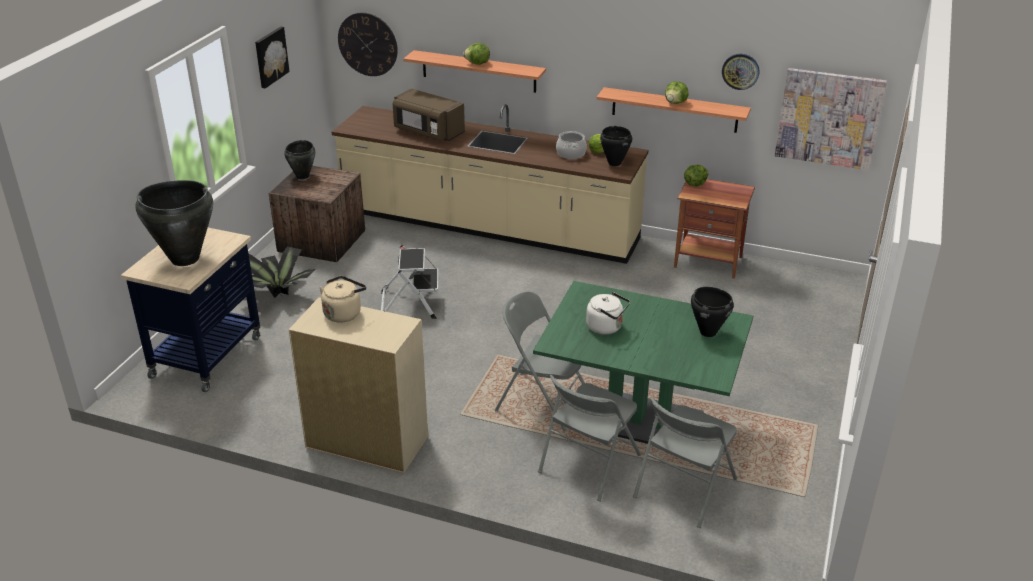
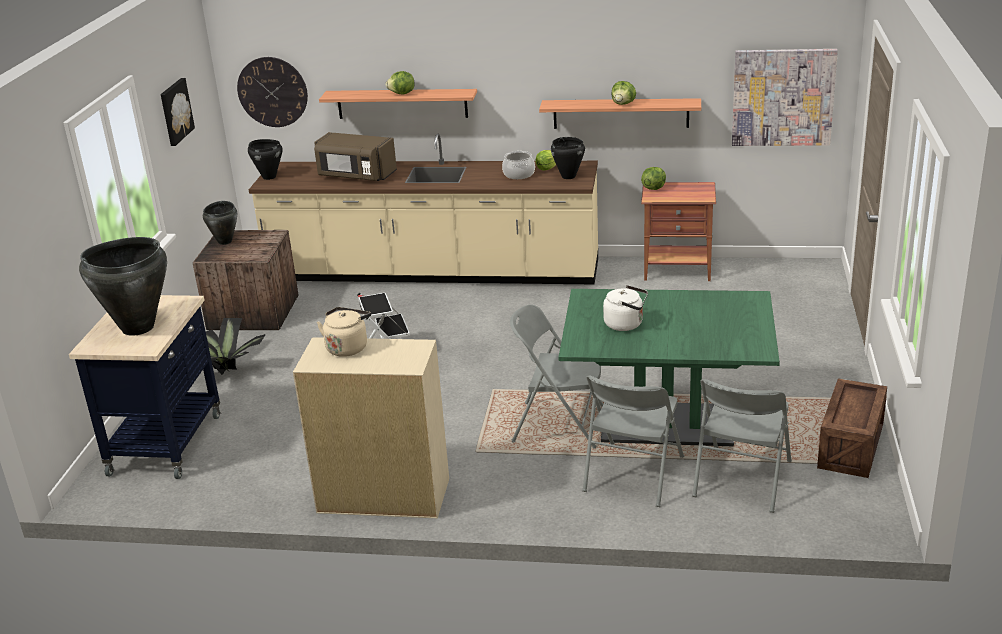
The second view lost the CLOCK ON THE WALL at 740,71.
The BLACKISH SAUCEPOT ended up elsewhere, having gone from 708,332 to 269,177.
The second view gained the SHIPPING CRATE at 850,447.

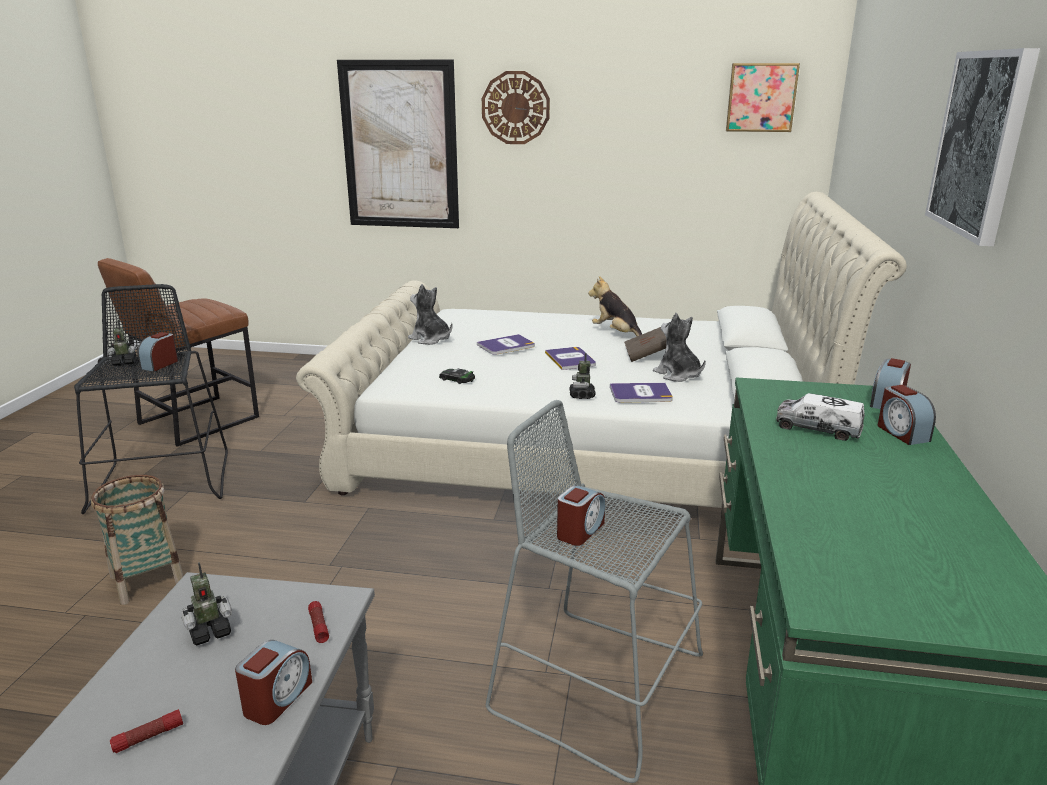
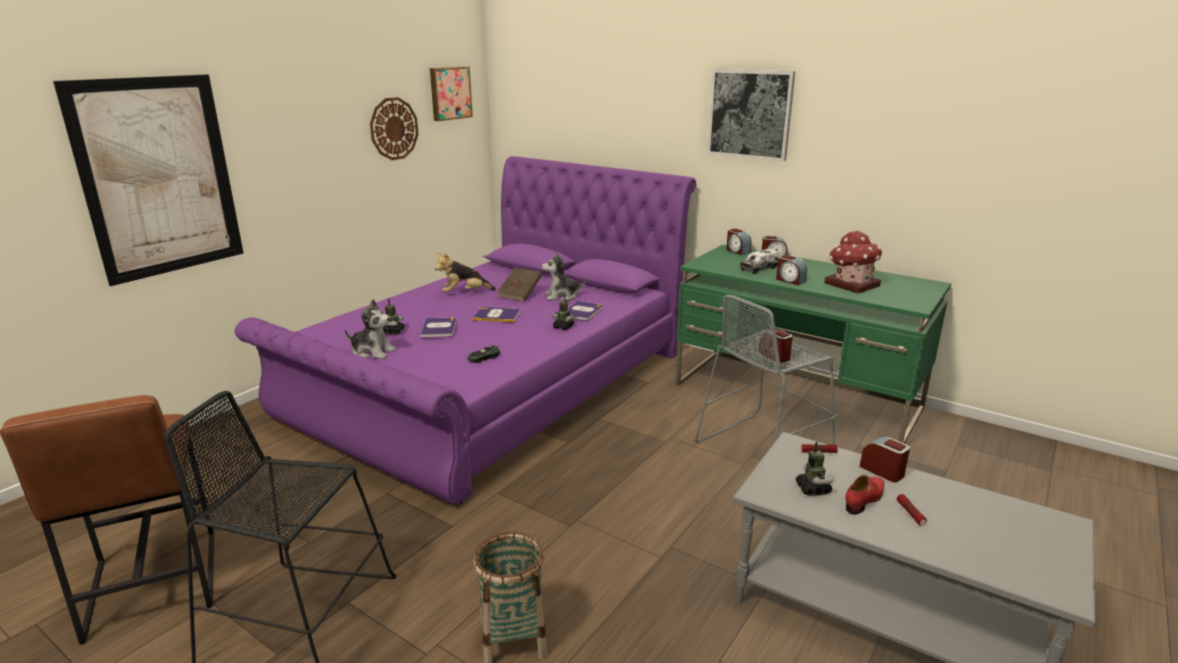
The CLOCK ON THE WALL ended up elsewhere, having gone from 515,108 to 394,128.
What was the BEIGE BEDROOM BED at 583,442 turned into the PURPLE BEDROOM BED at 493,382.
The CUDDLY TOY at 430,339 ended up facing another way, 135 degrees counterclockwise from before.
The ROBOT FIGURE ended up elsewhere, having gone from 125,363 to 393,331.
The ALARM CLOCK ended up elsewhere, having gone from 160,364 to 790,280.
The second view gained the TOY HOUSE at 850,284.
The second view gained the RED-COLOURED LOW SHOE at 865,499.

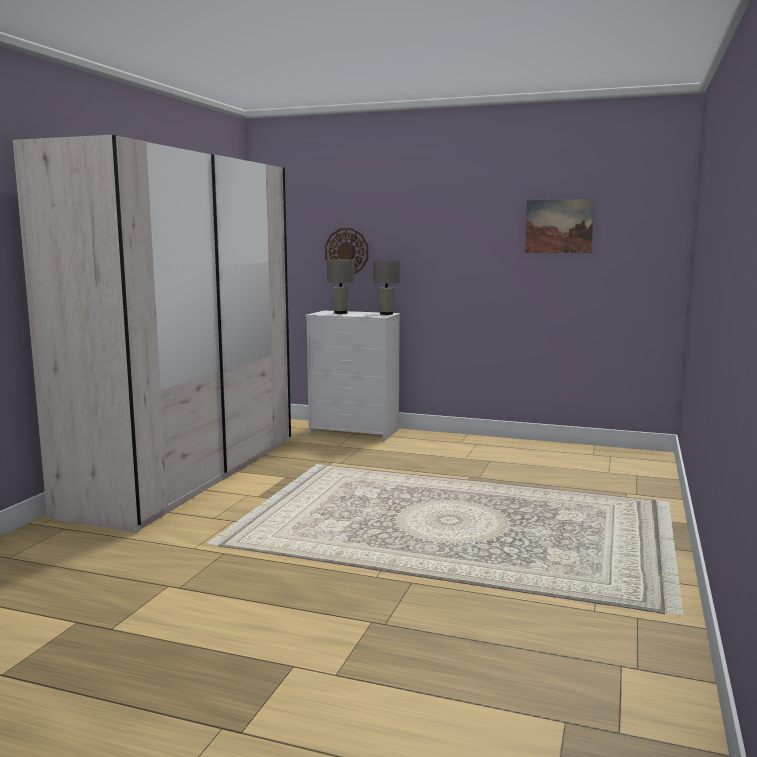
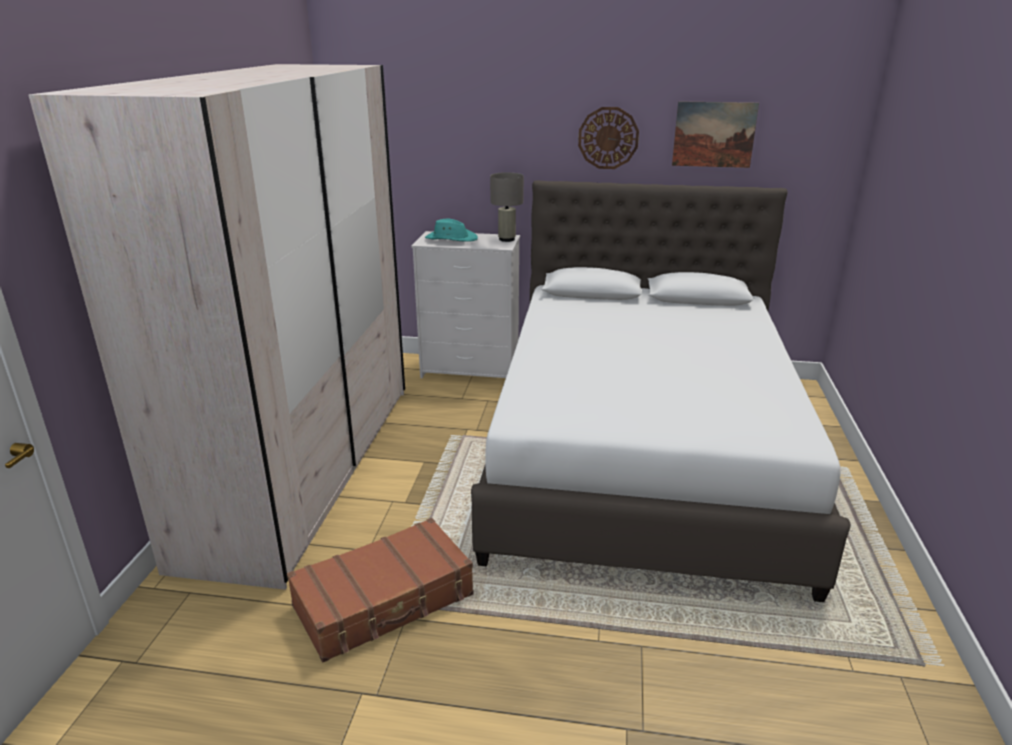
The CLOCK ON THE WALL ended up elsewhere, having gone from 346,251 to 608,138.
Where the GREYISH TABLETOP LAMP stood at 340,313, the BLUE-GREEN WEARABLE HAT came to stand at 451,239.
The second view gained the WHITE BEDROOM BED at 642,453.
The second view gained the BROWN PIECE OF LUGGAGE at 385,601.

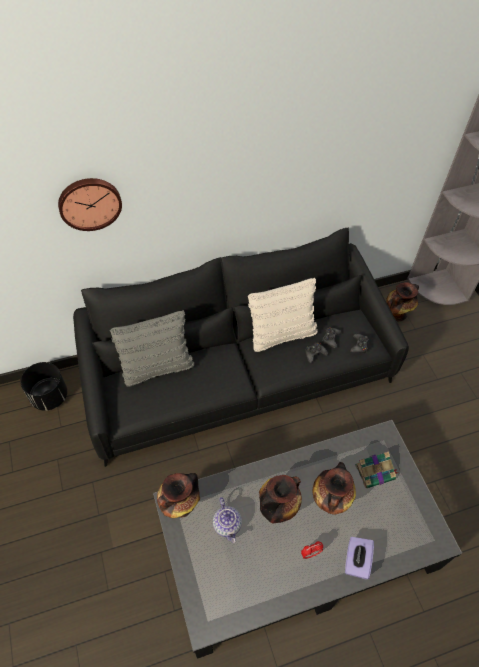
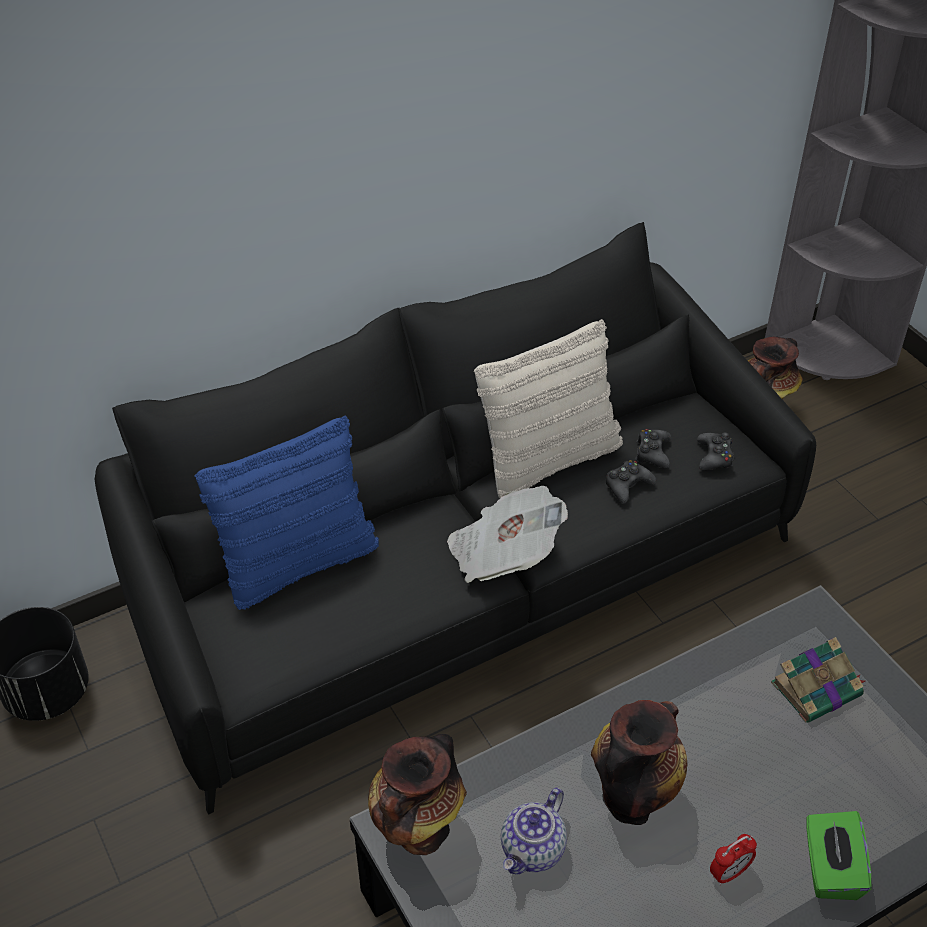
The second view lost the CLOCK ON THE WALL at 89,203.
What was the GREYISH PILLOW at 157,367 turned into the BLUE-COLOURED PILLOW at 298,564.
The second view lost the VASE at 329,501.
The TEAPOT at 227,525 ended up facing another way, 60 degrees clockwise from before.
What was the PURPLE BOX OF TISSUES at 356,561 turned into the GREENISH BOX OF TISSUES at 830,869.
The second view gained the PRINTED PAPER at 503,554.

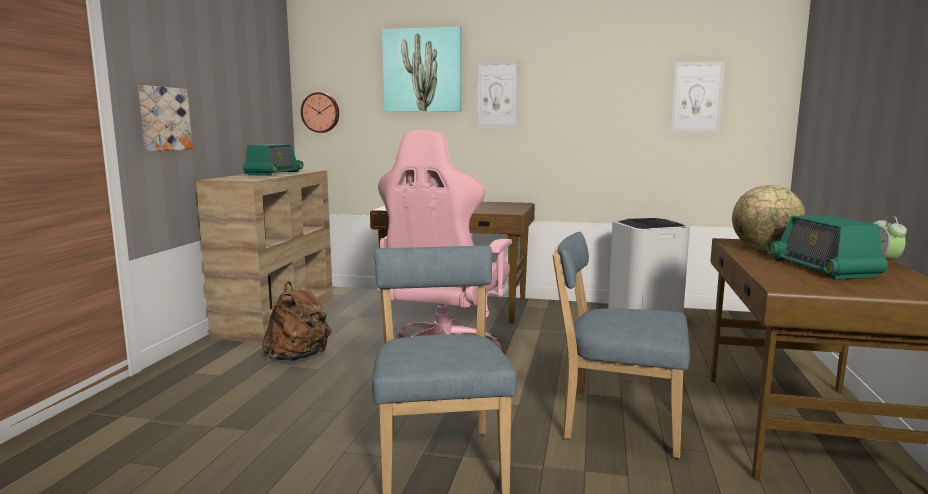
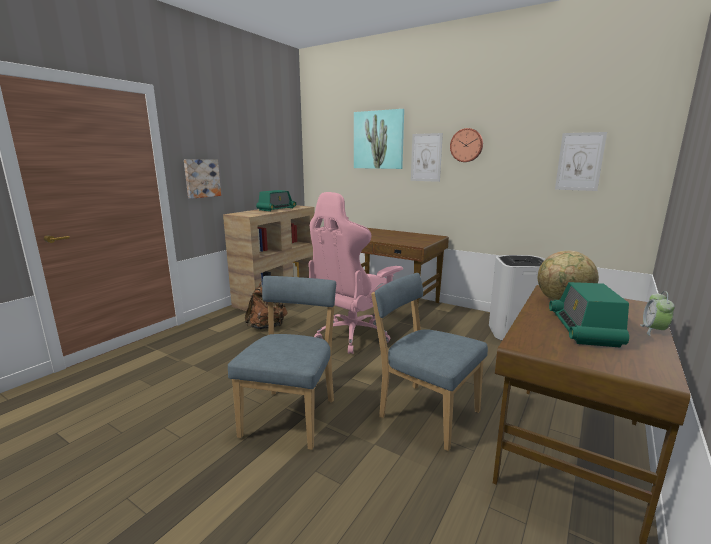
The CLOCK ON THE WALL ended up elsewhere, having gone from 321,112 to 466,145.

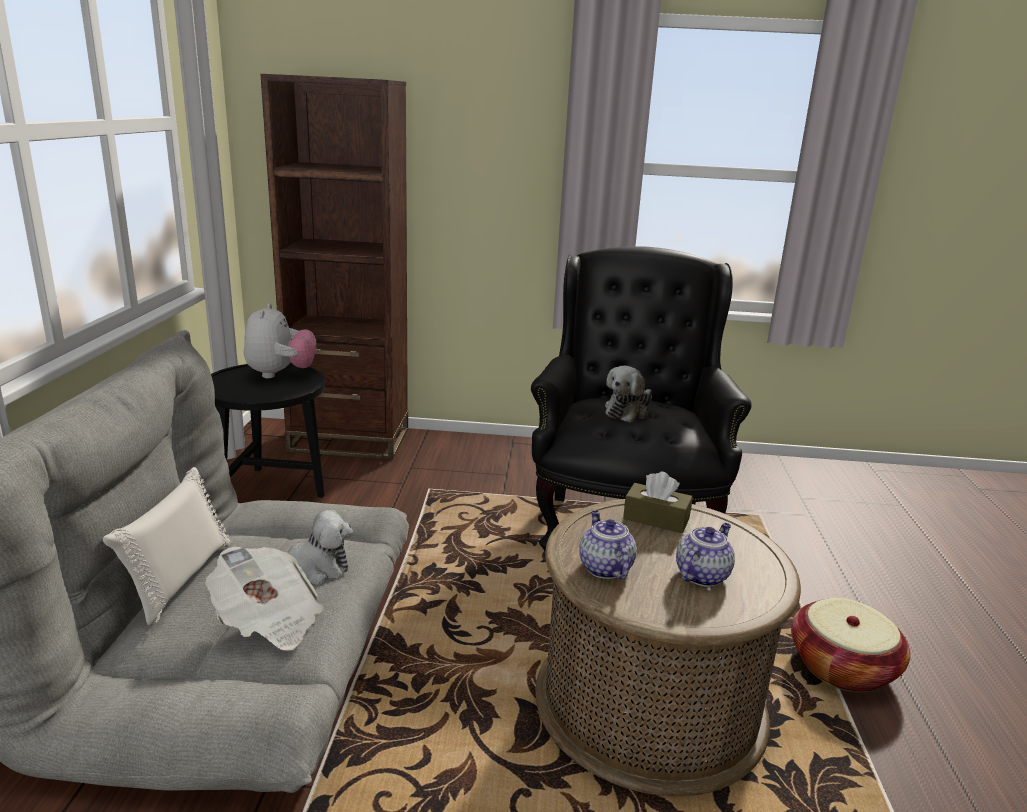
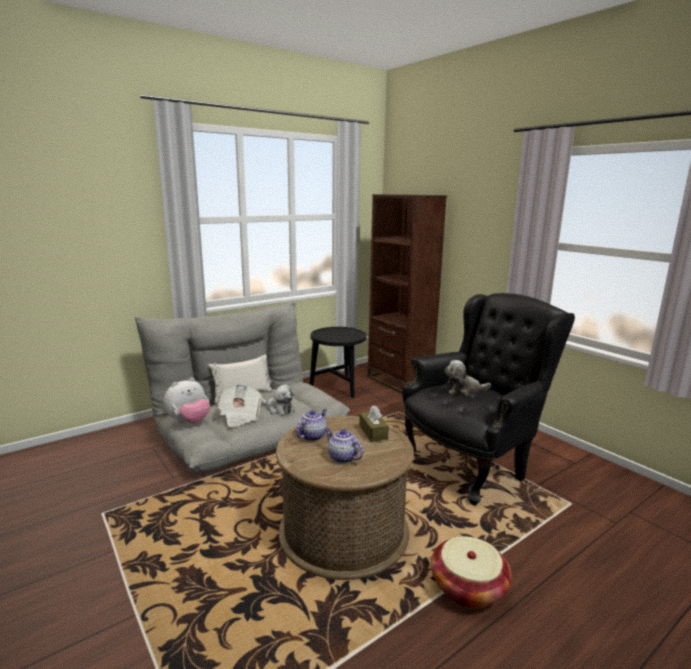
The CUDDLY TOY ended up elsewhere, having gone from 280,374 to 189,422.
The TEAPOT at 702,575 ended up facing another way, 135 degrees counterclockwise from before.

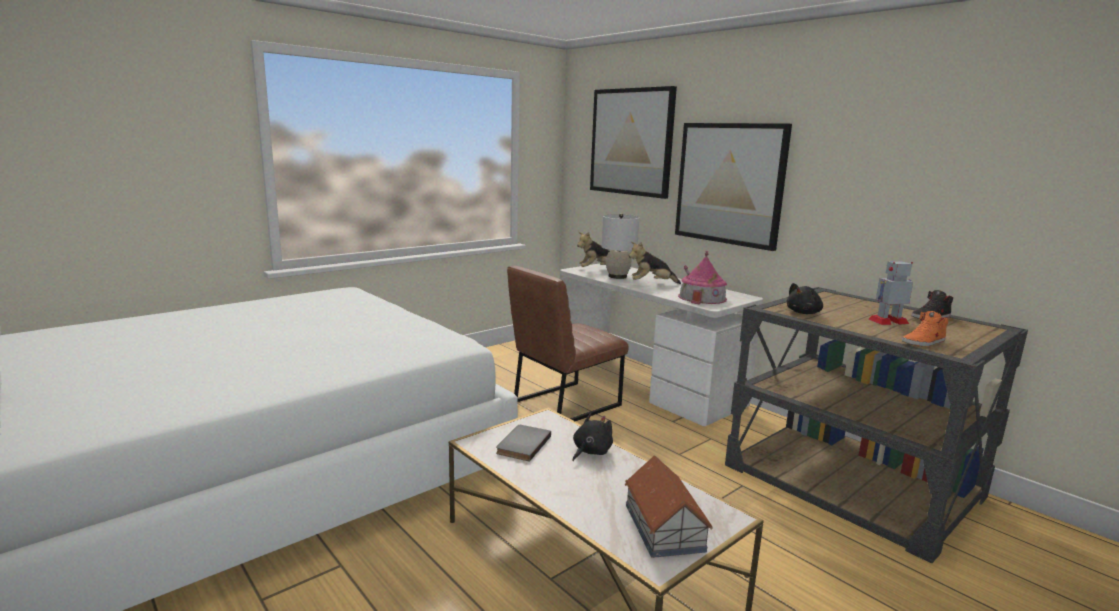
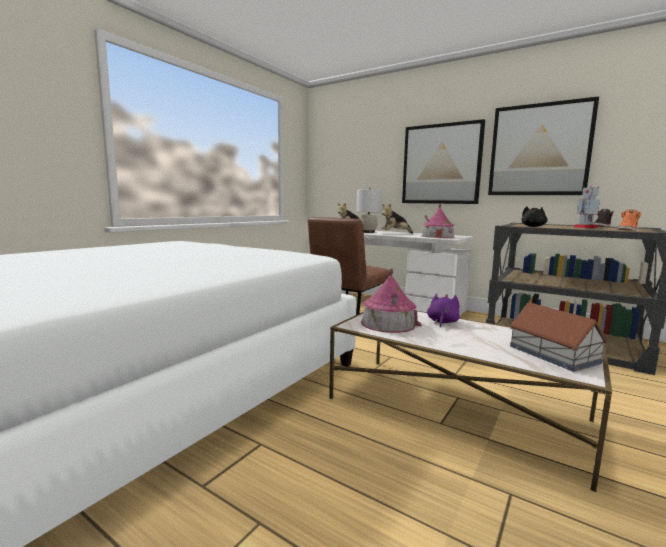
The WALL ART ended up elsewhere, having gone from 631,142 to 539,150.
What was the BLACKISH CUDDLY TOY at 590,452 turned into the PURPLE CUDDLY TOY at 442,322.
Where the GREYISH VOLUME stood at 522,444, the TOY HOUSE came to stand at 388,323.

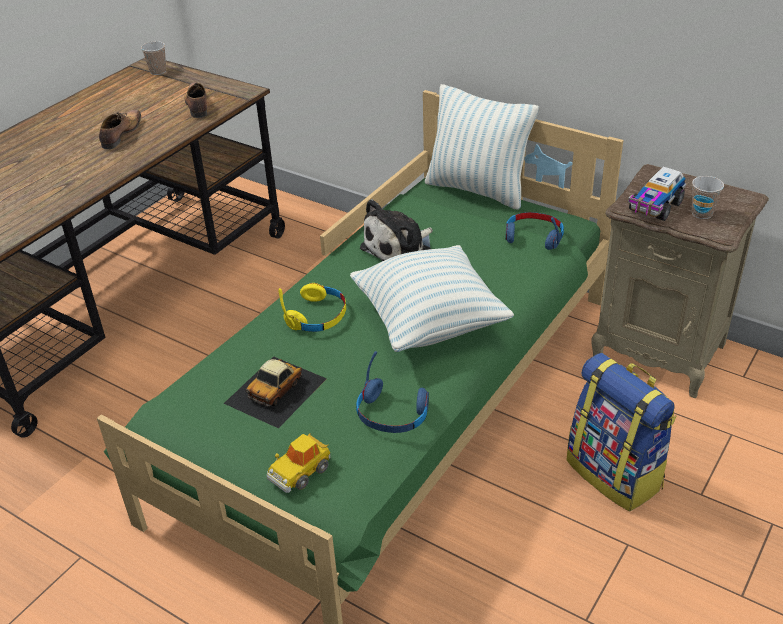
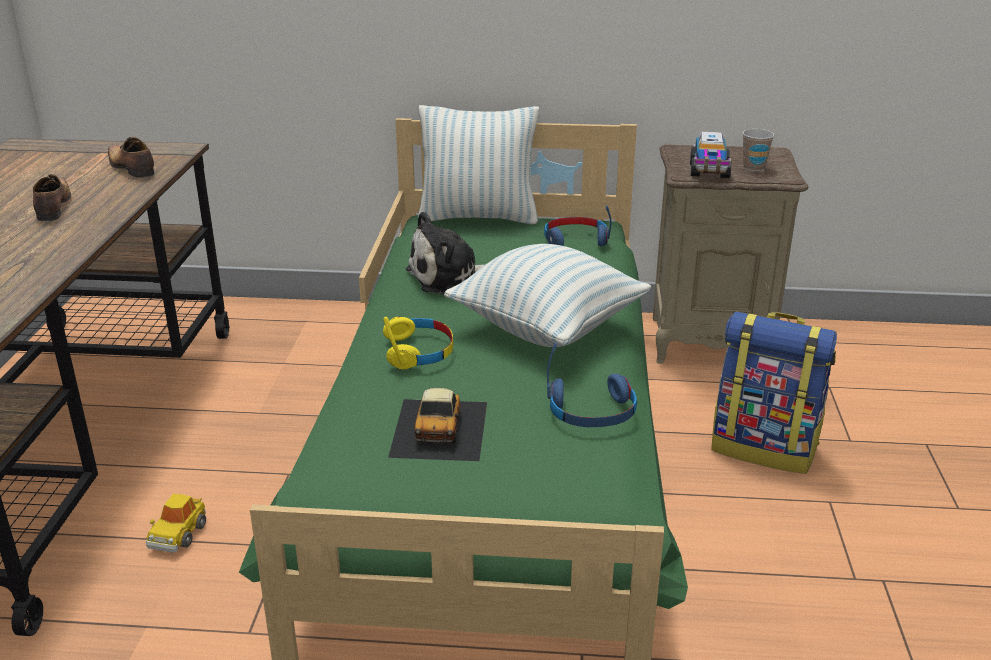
The second view lost the DRINKING CUP at 158,71.
The CUDDLY TOY at 400,249 ended up facing another way, 45 degrees clockwise from before.
The MODEL CAR ended up elsewhere, having gone from 300,471 to 178,534.

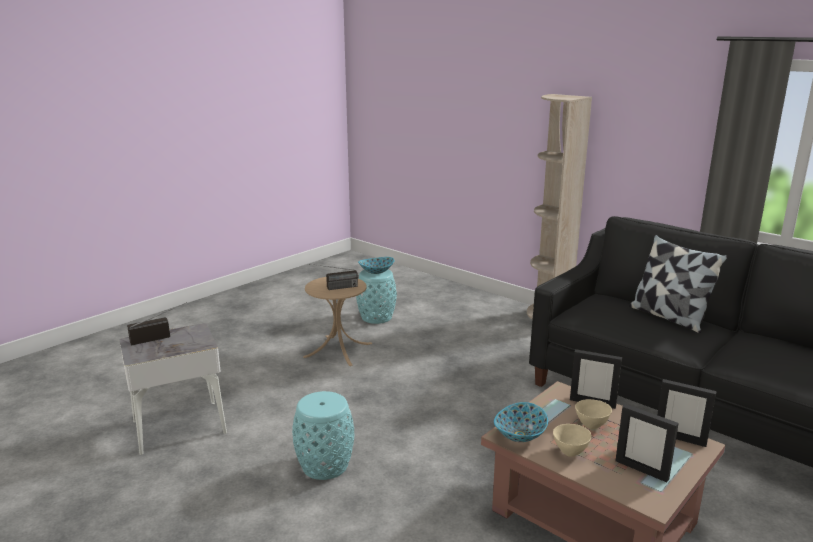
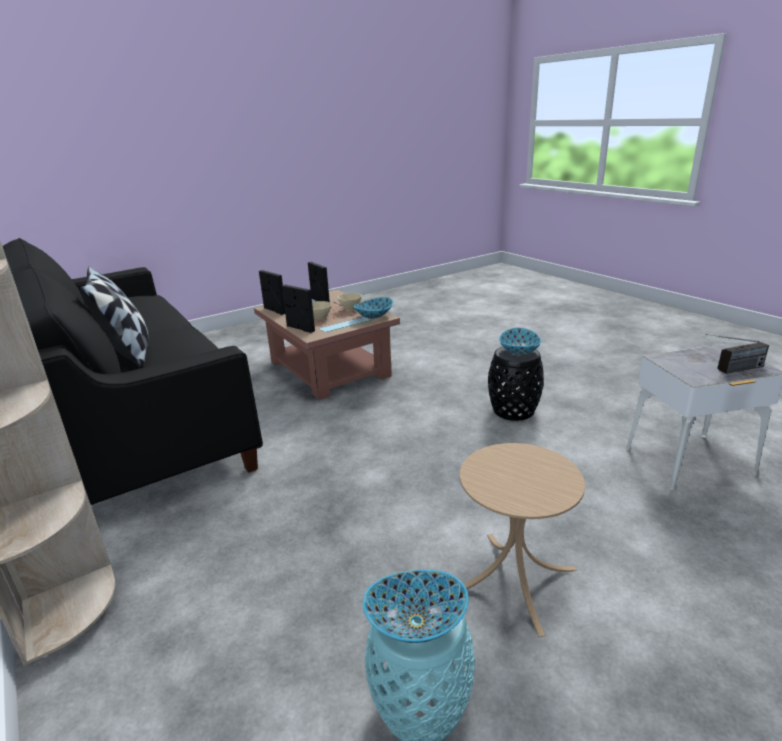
The second view lost the RADIO RECEIVER at 334,288.
What was the BLUE-GREEN STOOL at 325,465 turned into the BLACKISH STOOL at 513,411.
The second view gained the DEEP DISH at 519,351.

